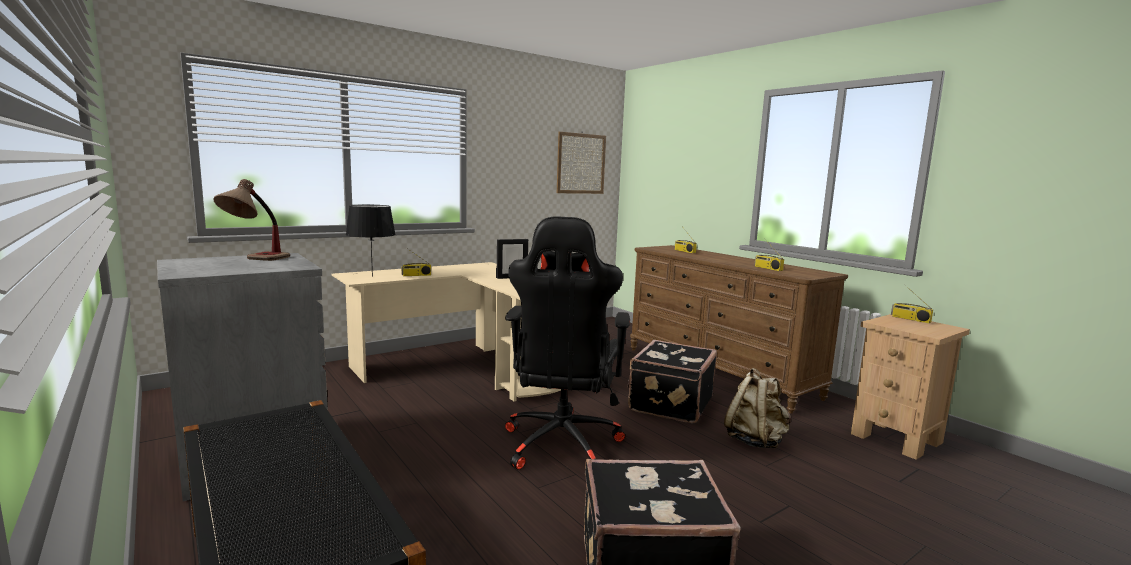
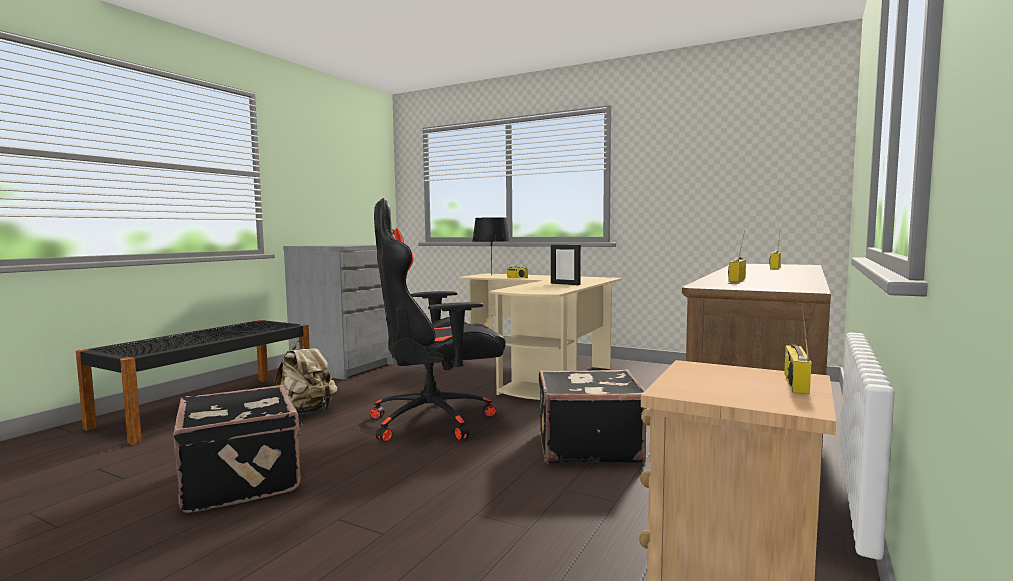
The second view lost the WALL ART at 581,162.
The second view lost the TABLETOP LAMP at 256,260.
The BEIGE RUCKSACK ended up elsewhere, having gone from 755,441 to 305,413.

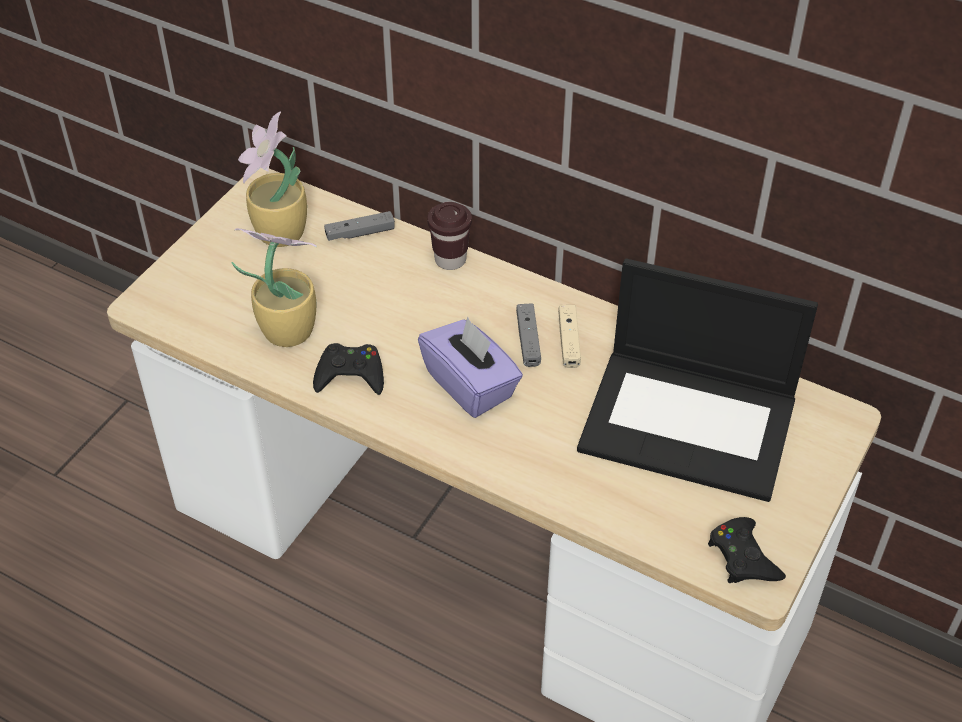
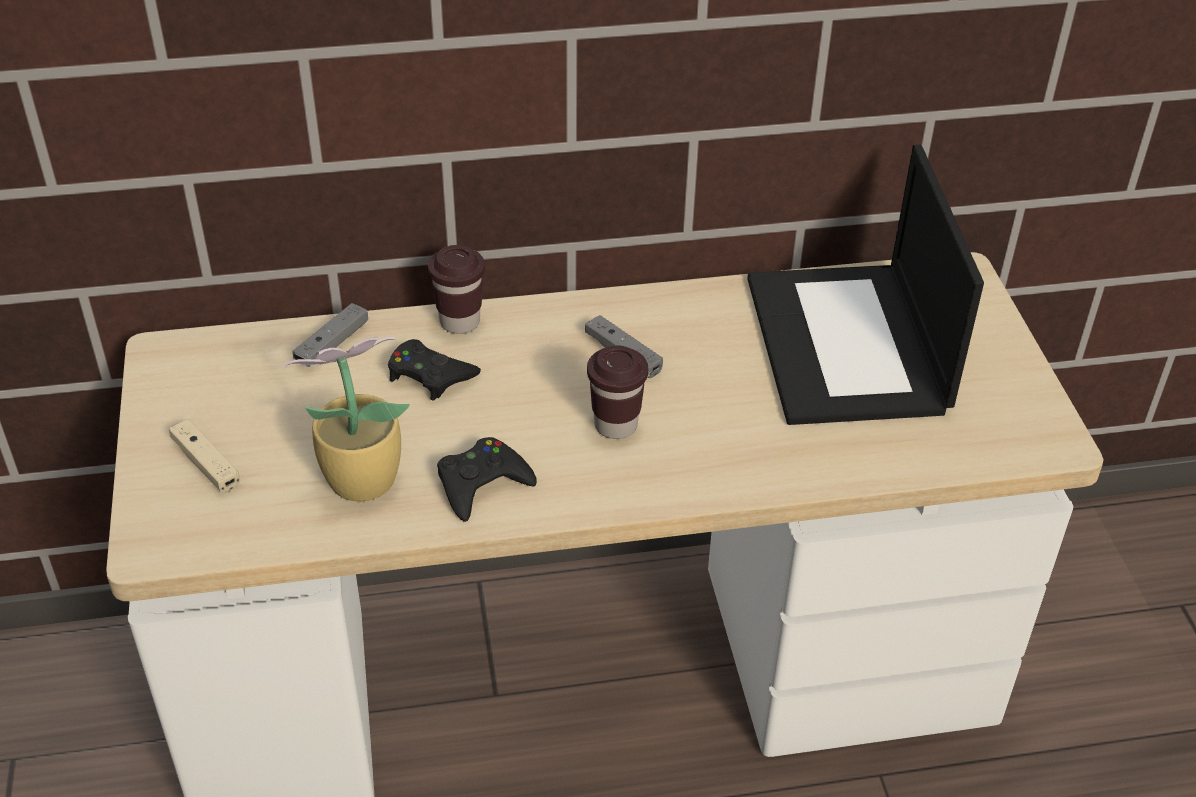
The second view lost the HOUSEPLANT at 280,235.
The PORTABLE COMPUTER at 691,423 ended up facing another way, 105 degrees clockwise from before.
The BEIGE GAME CONTROLLER ended up elsewhere, having gone from 569,341 to 206,464.
Where the PURPLE BOX OF TISSUES stood at 470,385, the BROWN DRINKING CUP came to stand at 615,425.
The BLACKISH GAME CONTROLLER ended up elsewhere, having gone from 743,557 to 430,375.

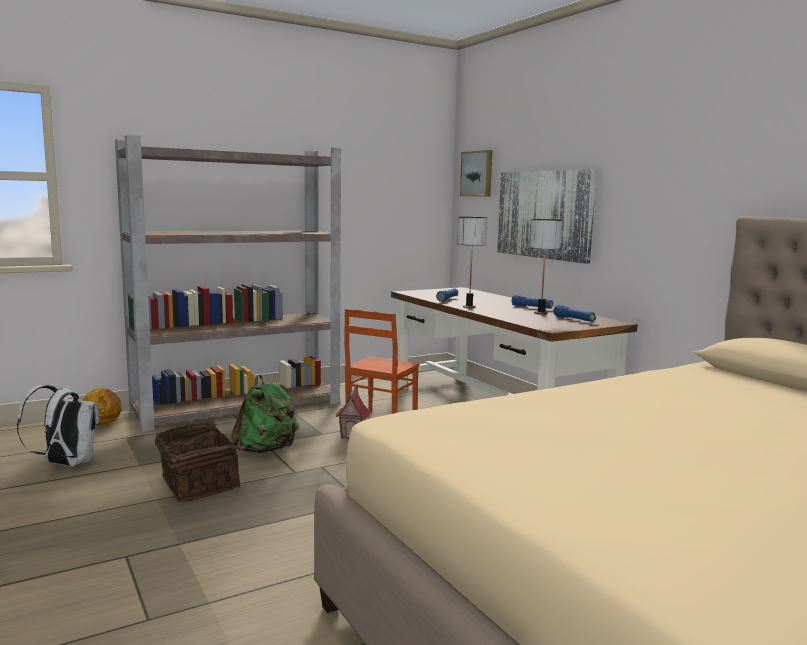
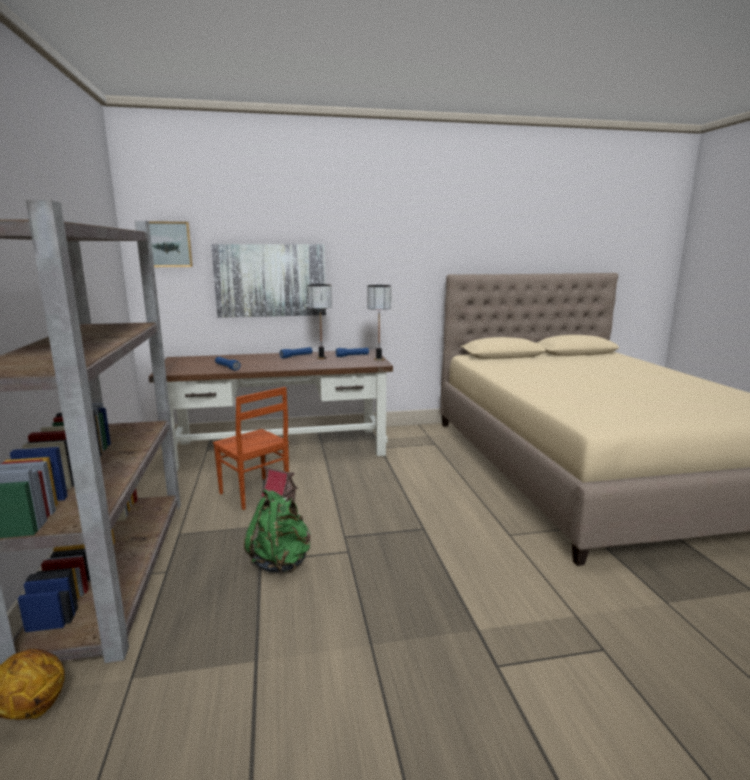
The TABLETOP LAMP ended up elsewhere, having gone from 469,307 to 379,359.
The second view lost the WHITE RUCKSACK at 65,464.
The second view lost the BASKET at 196,484.

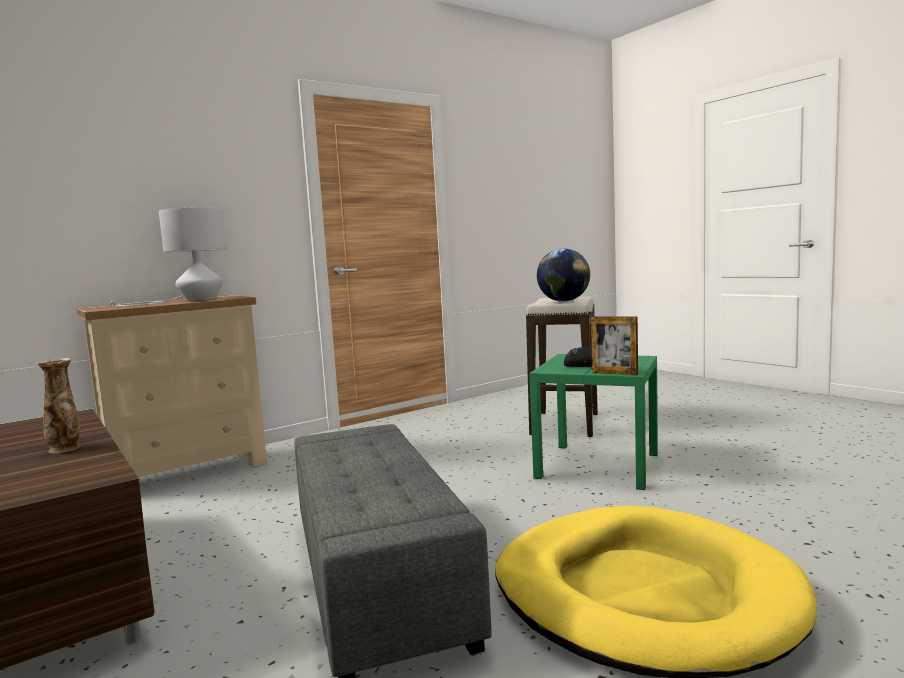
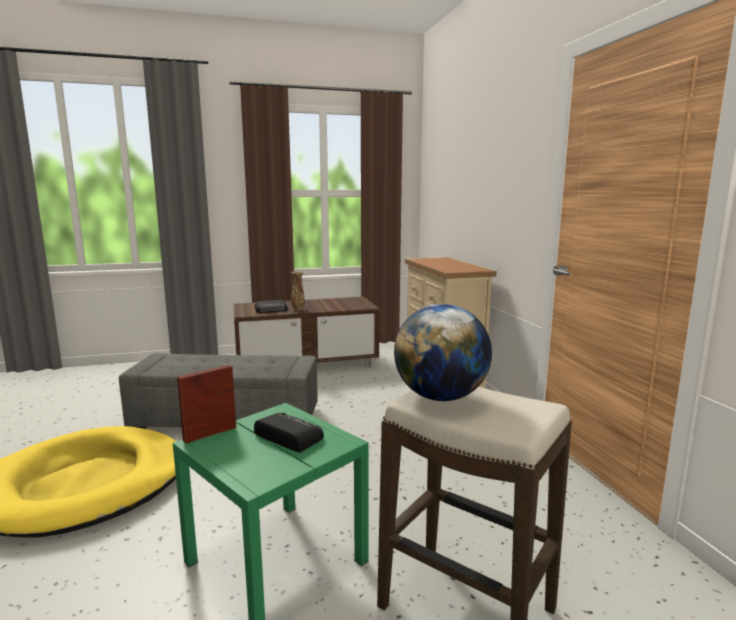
The second view lost the WHITE TABLETOP LAMP at 178,301.
The second view gained the RADIO RECEIVER at 272,310.

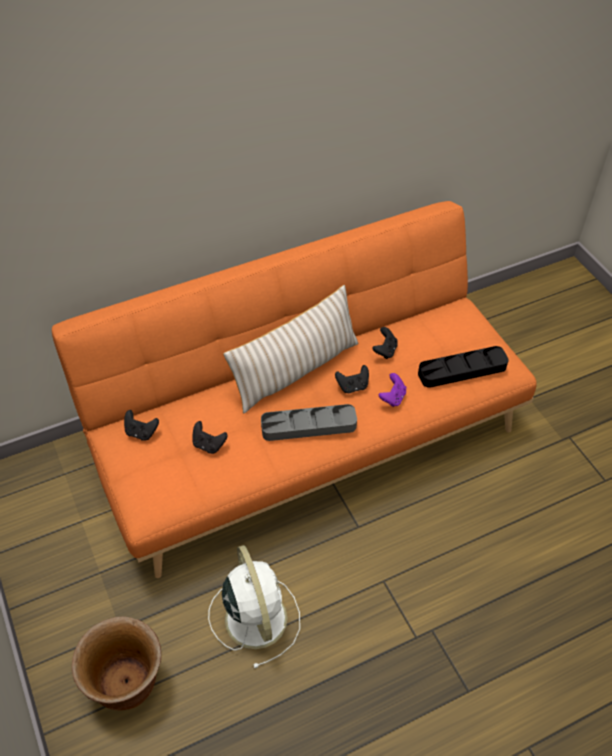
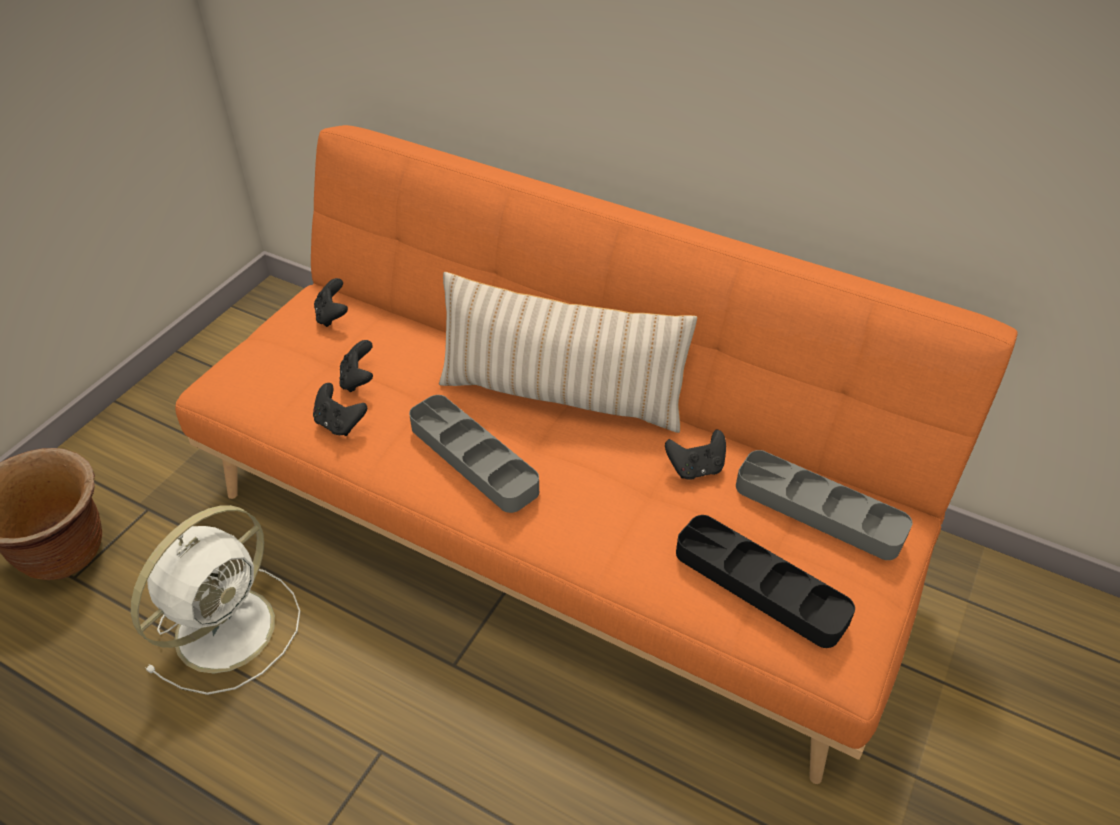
The BLACKISH GAME CONTROLLER ended up elsewhere, having gone from 352,386 to 339,423.
The second view lost the PURPLE GAME CONTROLLER at 392,398.
The second view gained the GREYISH TRAY at 819,510.

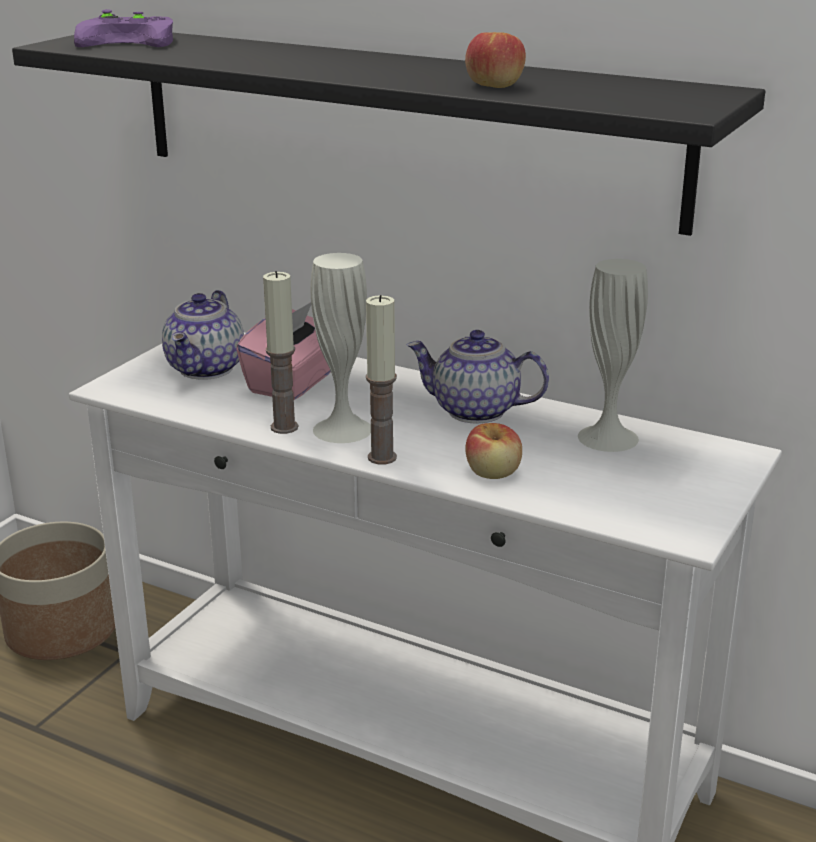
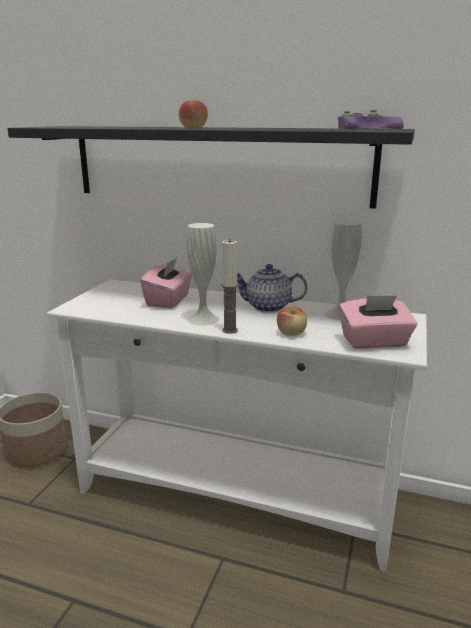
The PURPLE GAME CONTROLLER ended up elsewhere, having gone from 132,40 to 367,128.
The APPLE FRUIT ended up elsewhere, having gone from 494,85 to 193,127.
The second view lost the CANDLE at 284,427.
The second view lost the TEAPOT at 207,369.
The second view gained the PINK-COLOURED BOX OF TISSUES at 374,342.

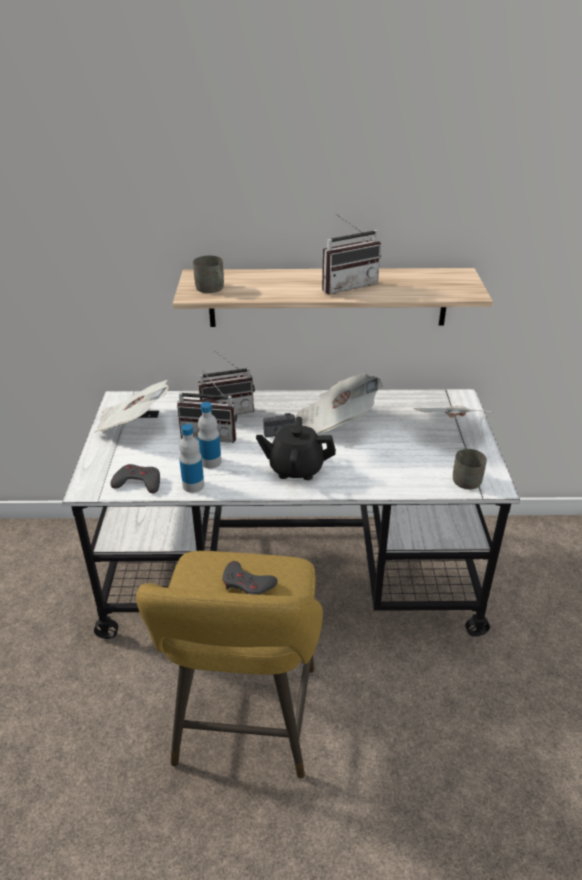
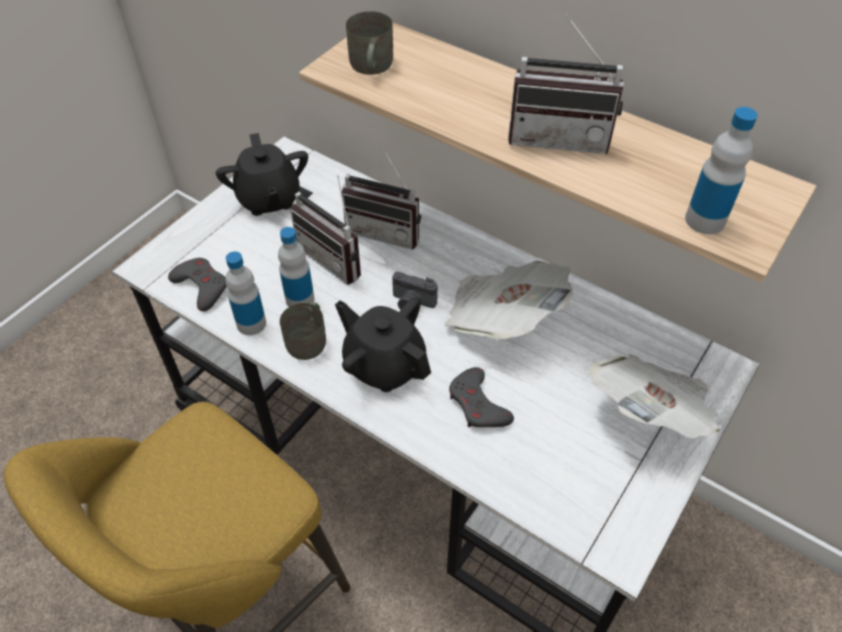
Where the PRINTED PAPER stood at 133,424, the BLACKISH TEAPOT came to stand at 269,199.
The GREYISH MUG ended up elsewhere, having gone from 465,477 to 309,339.
The GREYISH GAME CONTROLLER ended up elsewhere, having gone from 247,584 to 478,404.
The second view gained the BOTTLE at 705,220.

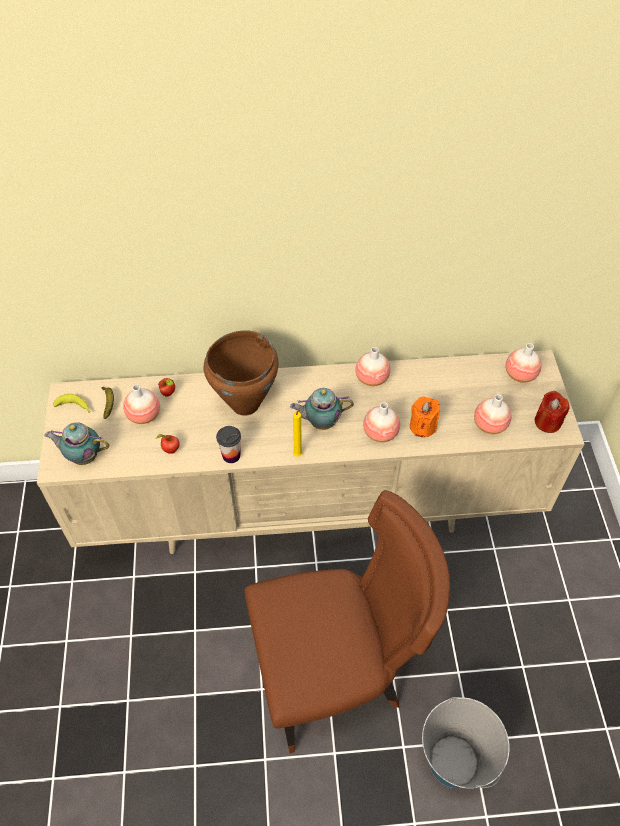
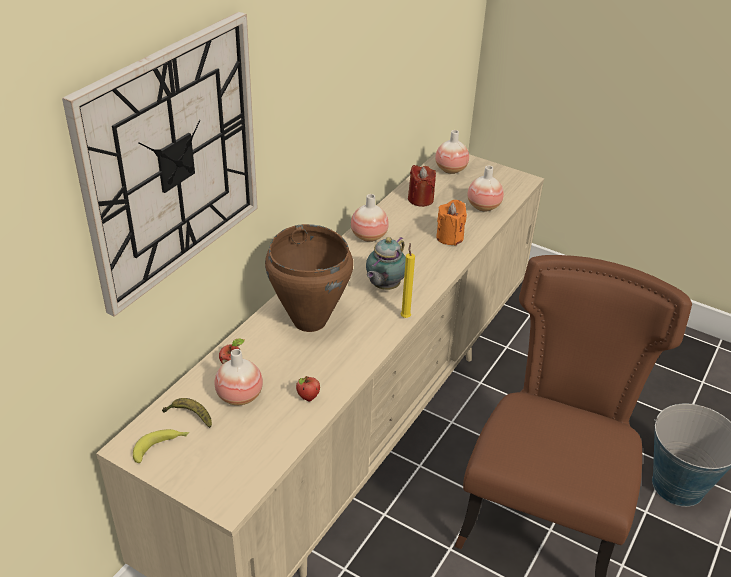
The RED-COLOURED CANDLE ended up elsewhere, having gone from 547,422 to 420,199.
The second view lost the VASE at 380,433.
The second view lost the TEAPOT at 83,456.
The second view lost the DRINKING CUP at 231,455.
The second view gained the CLOCK ON THE WALL at 172,161.

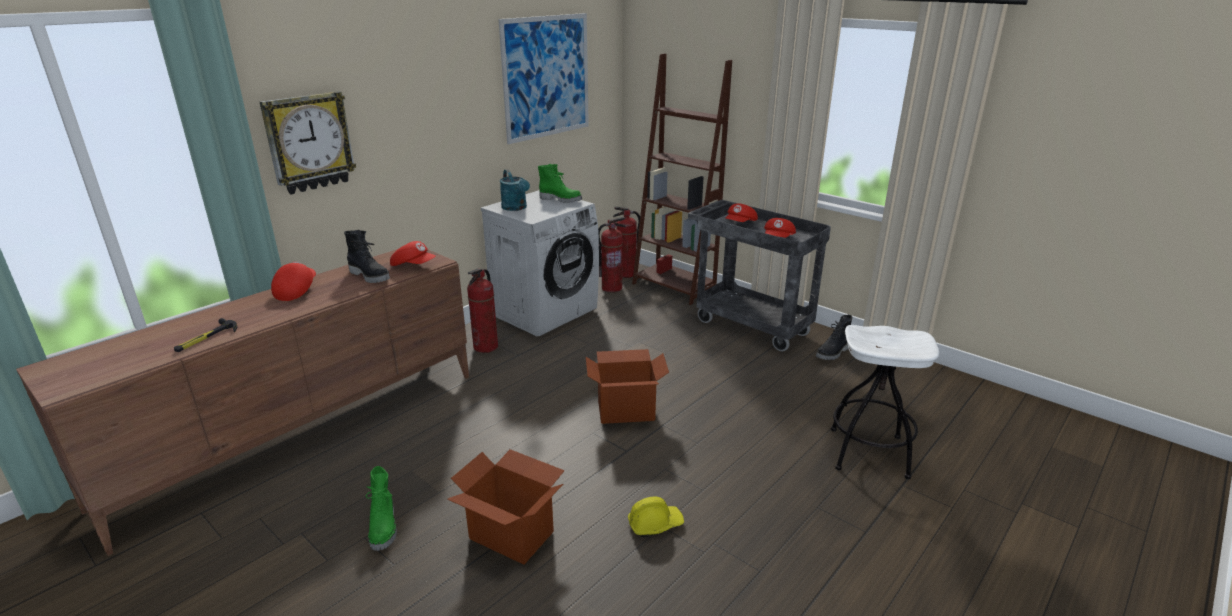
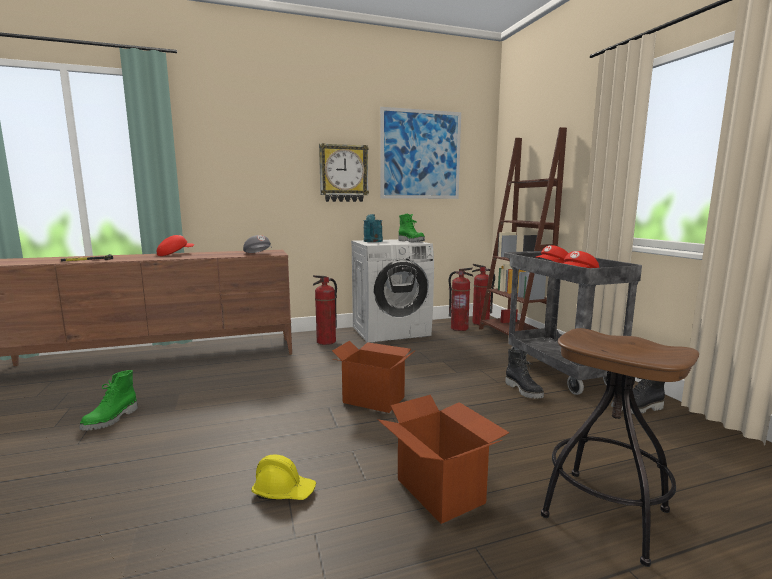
The CLOCK ON THE WALL ended up elsewhere, having gone from 309,142 to 343,173.
The BLACKISH TALL BOOT ended up elsewhere, having gone from 370,276 to 524,391.
What was the RED-COLOURED BASEBALL CAP at 414,266 turned into the GREYISH BASEBALL CAP at 259,254.
What was the WHITE STOOL at 868,452 turned into the BROWN STOOL at 604,512.
The CARDBOARD BOX ended up elsewhere, having gone from 512,534 to 440,490.

